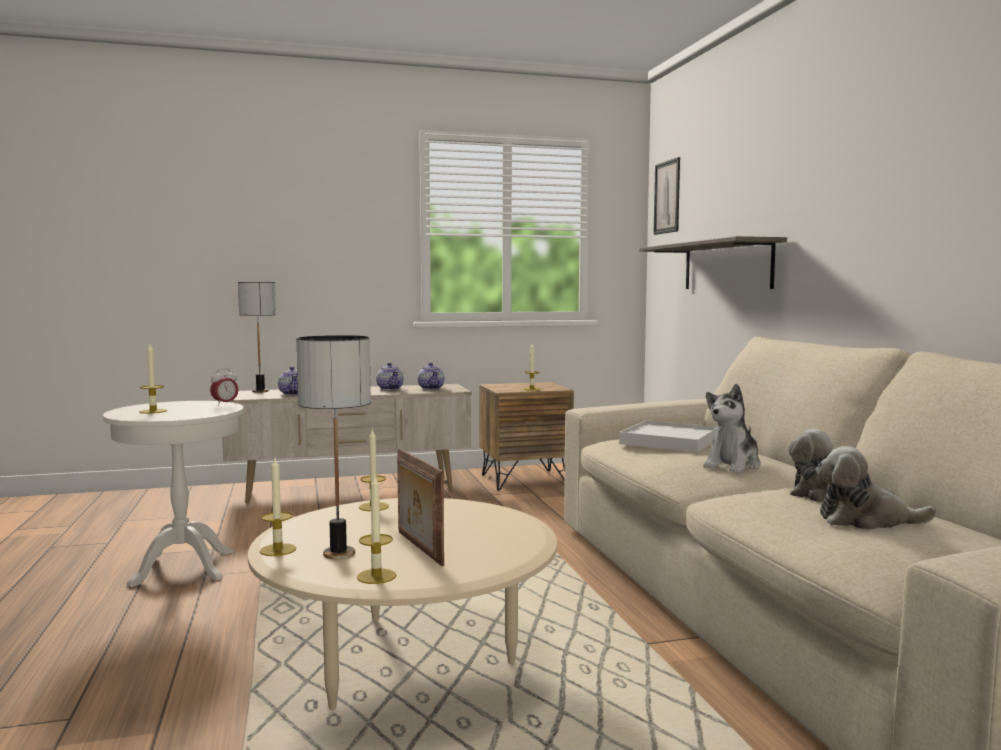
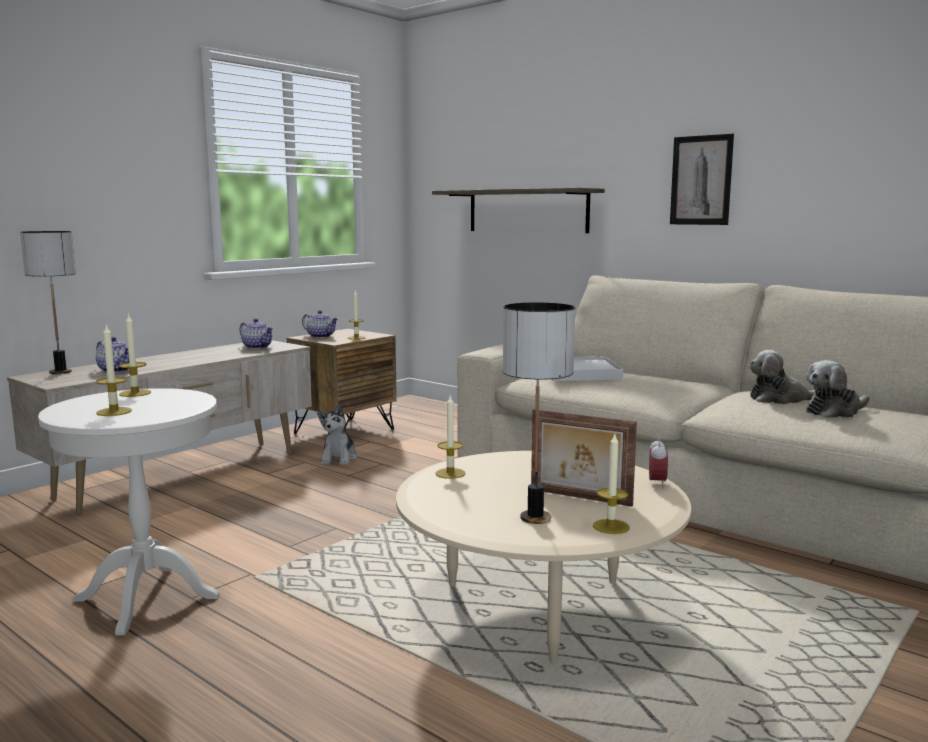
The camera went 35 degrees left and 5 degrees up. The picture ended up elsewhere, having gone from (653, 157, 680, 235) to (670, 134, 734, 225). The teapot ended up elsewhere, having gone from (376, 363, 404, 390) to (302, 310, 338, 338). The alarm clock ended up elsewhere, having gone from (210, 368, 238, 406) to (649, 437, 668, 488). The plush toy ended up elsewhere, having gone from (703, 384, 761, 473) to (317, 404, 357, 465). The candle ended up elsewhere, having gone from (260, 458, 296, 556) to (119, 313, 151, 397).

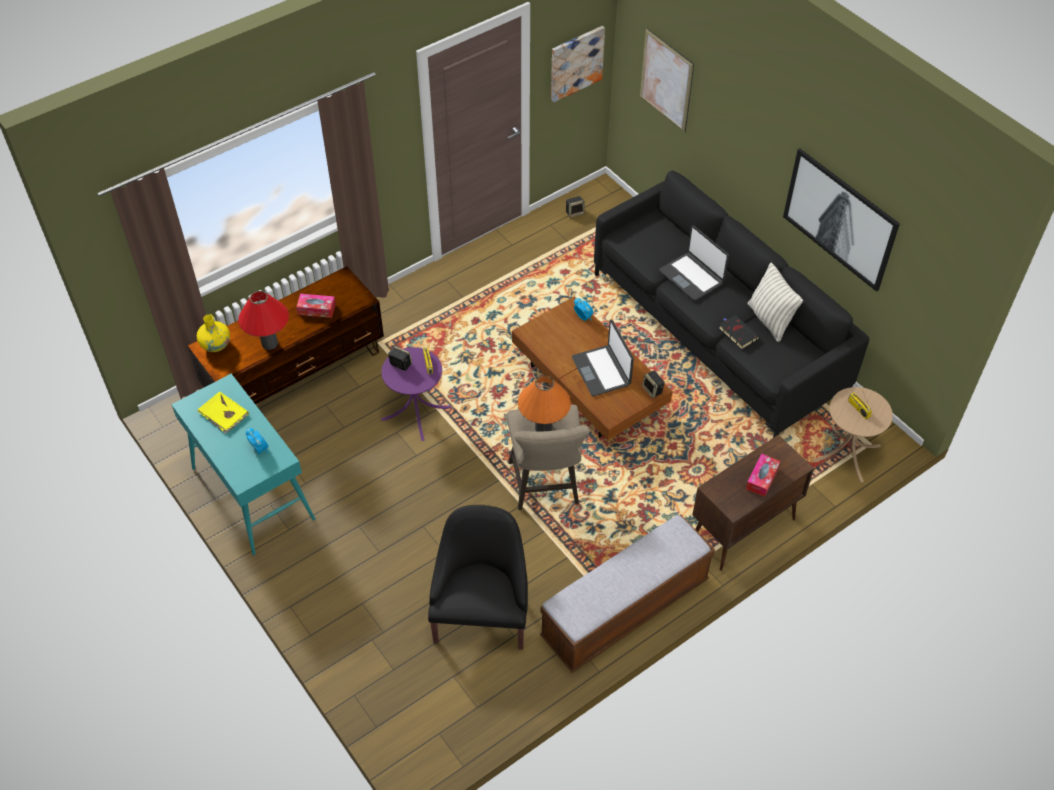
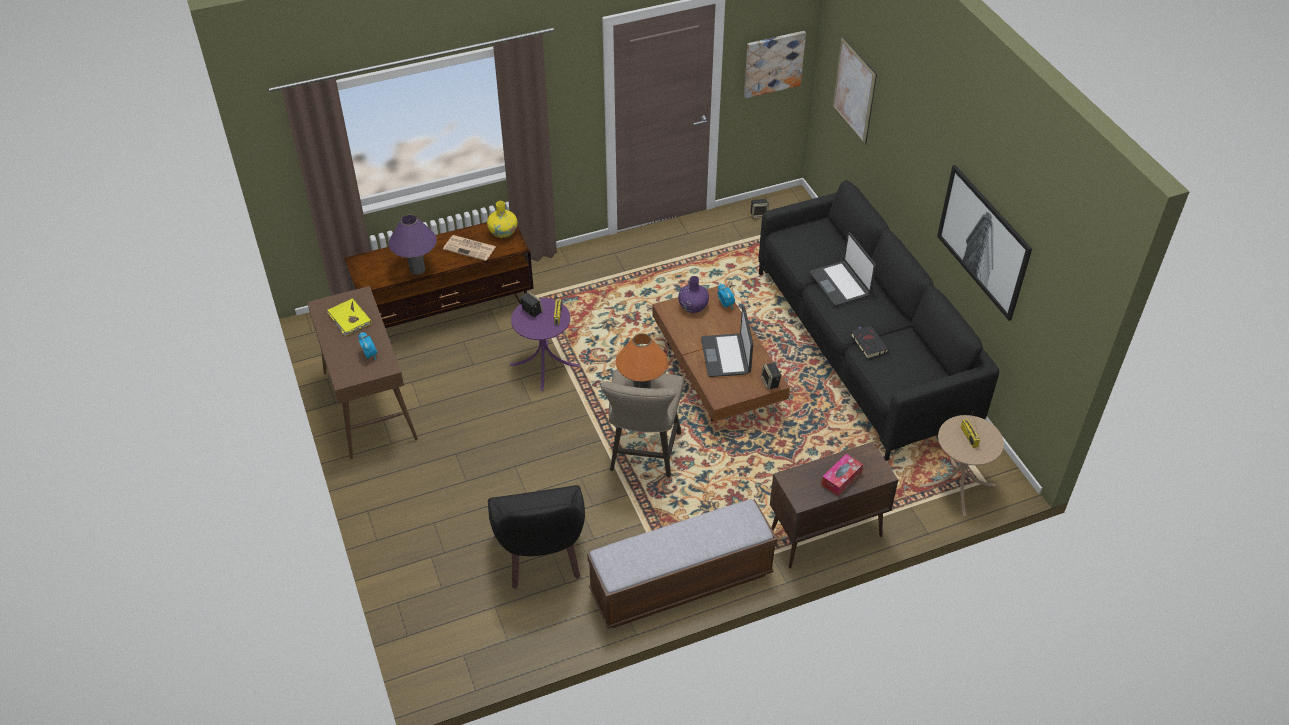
The camera went 15 degrees right and 5 degrees down. The second view lost the pillow at (748, 263, 803, 342). What was the table lamp in red at (238, 291, 289, 350) turned into the table lamp in purple at (389, 214, 437, 275). Where the tissue box stood at (296, 294, 336, 318), the newspaper came to stand at (443, 235, 496, 261). The vase in yellow ended up elsewhere, having gone from (197, 314, 230, 352) to (487, 201, 517, 238). What was the console table in turquoise at (171, 374, 315, 555) turned into the console table in brown at (307, 286, 418, 459). The armchair in black at (428, 505, 528, 650) ended up facing another way, 150 degrees clockwise from before. The second view gained the vase in purple at (678, 276, 709, 313).

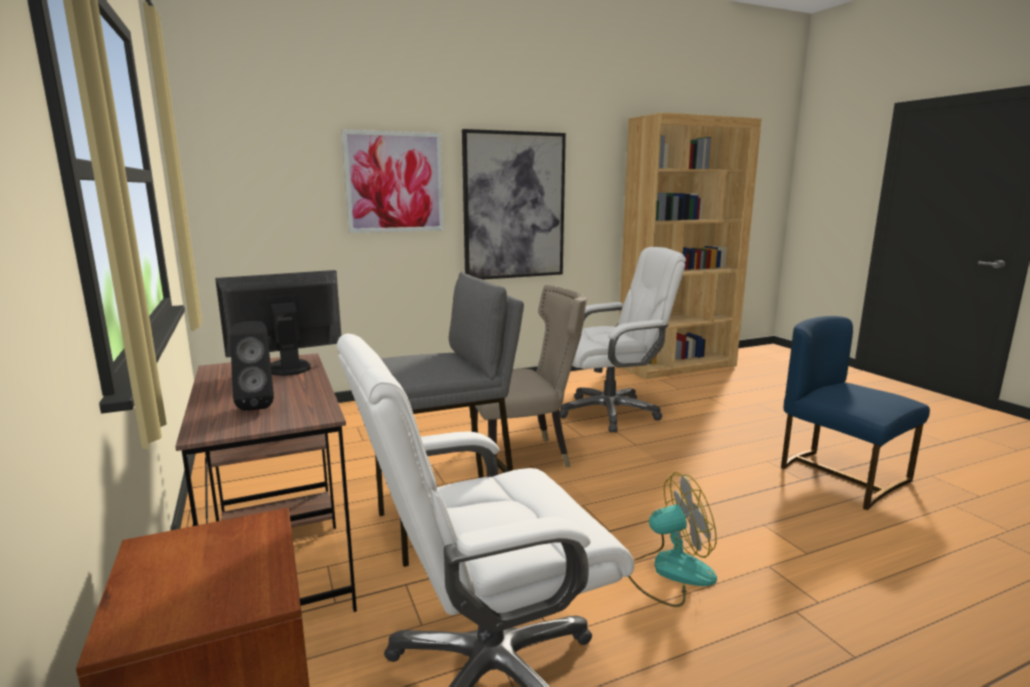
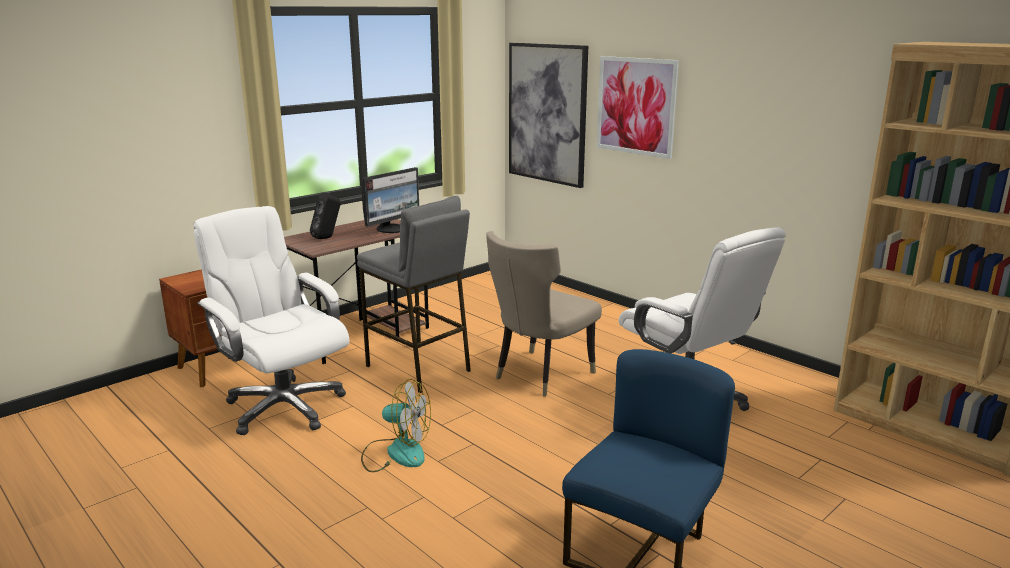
The camera went 70 degrees right and 5 degrees up. The picture ended up elsewhere, having gone from (462, 129, 566, 280) to (509, 43, 588, 188). The monitor at (215, 270, 342, 376) ended up facing another way, 90 degrees clockwise from before. The chair in beige at (471, 285, 587, 467) ended up facing another way, 75 degrees clockwise from before. The fan at (628, 472, 717, 607) ended up facing another way, 45 degrees counterclockwise from before.

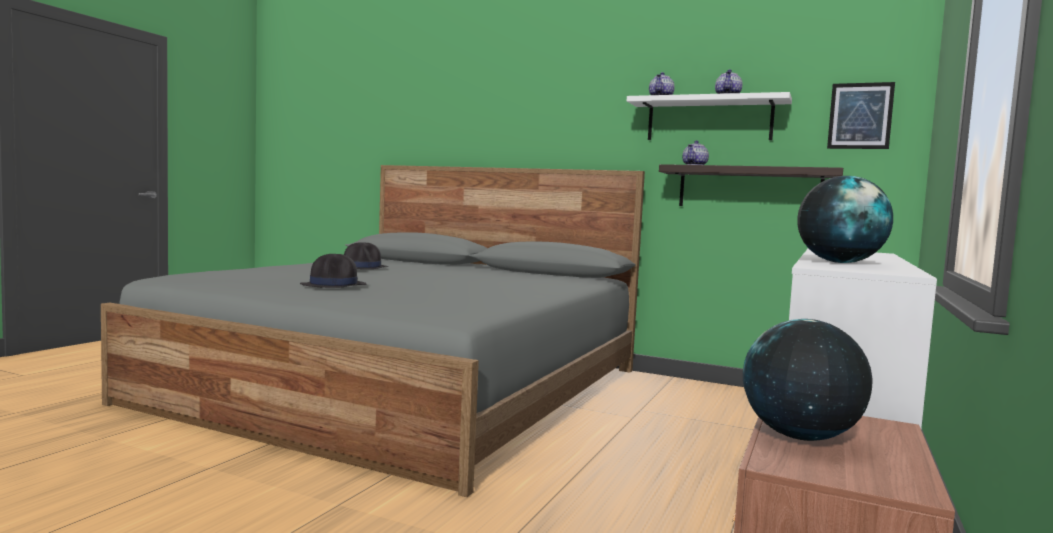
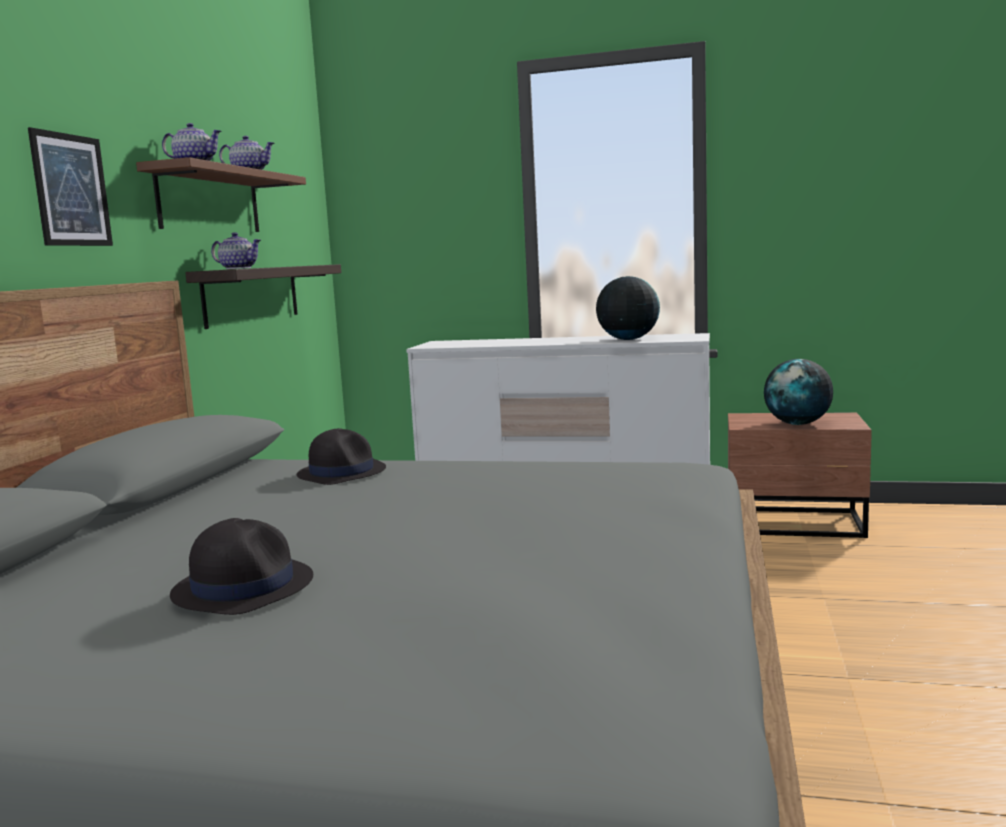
The camera went 100 degrees left and 5 degrees up. The picture ended up elsewhere, having gone from (827, 82, 895, 149) to (28, 127, 113, 246). What was the shelf in white at (627, 92, 792, 140) turned into the shelf in brown at (136, 157, 306, 232). The hat in black ended up elsewhere, having gone from (300, 254, 366, 288) to (297, 428, 386, 485).

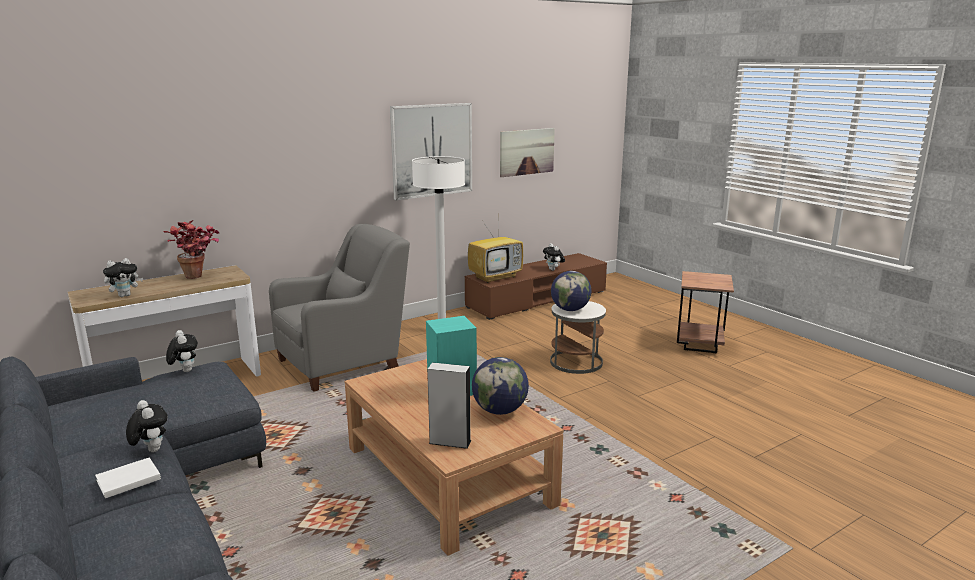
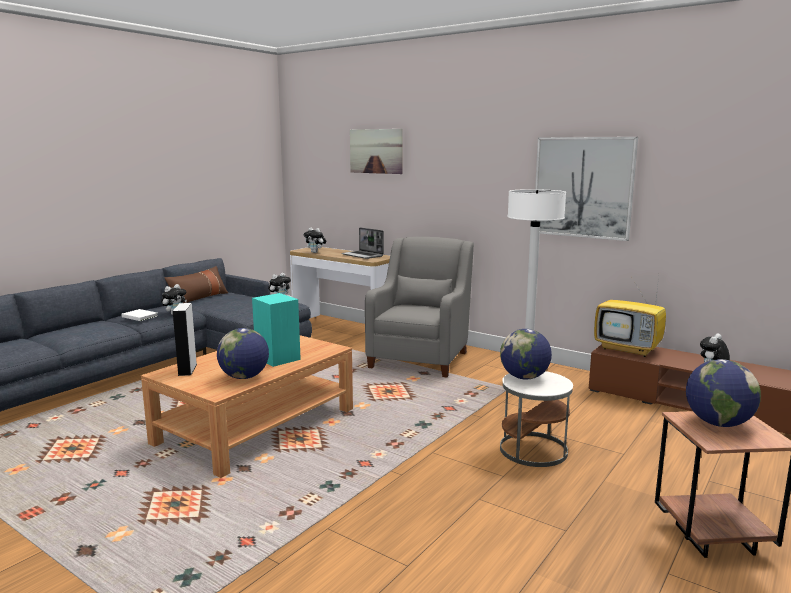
The camera went 70 degrees right and 5 degrees down. The picture ended up elsewhere, having gone from (500, 128, 555, 177) to (350, 129, 403, 174). Where the potted plant stood at (163, 220, 219, 279), the laptop came to stand at (342, 227, 384, 259). The armchair in grey at (269, 224, 410, 392) ended up facing another way, 105 degrees counterclockwise from before. The second view gained the pillow in brown at (164, 266, 228, 303). The second view gained the globe at (686, 359, 761, 427).

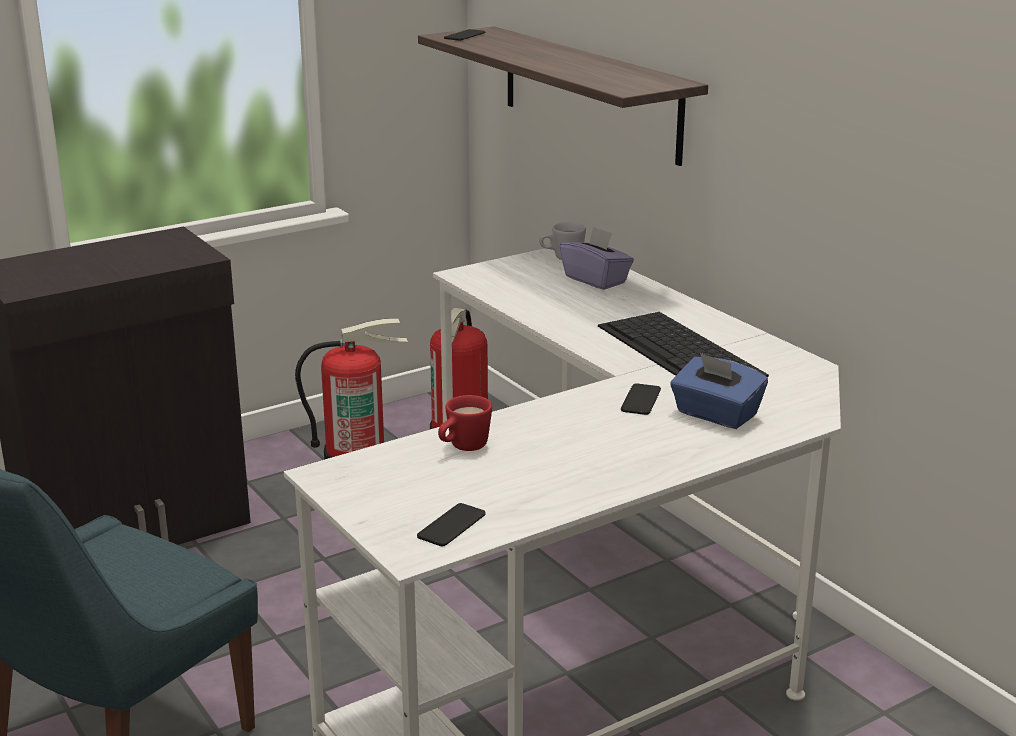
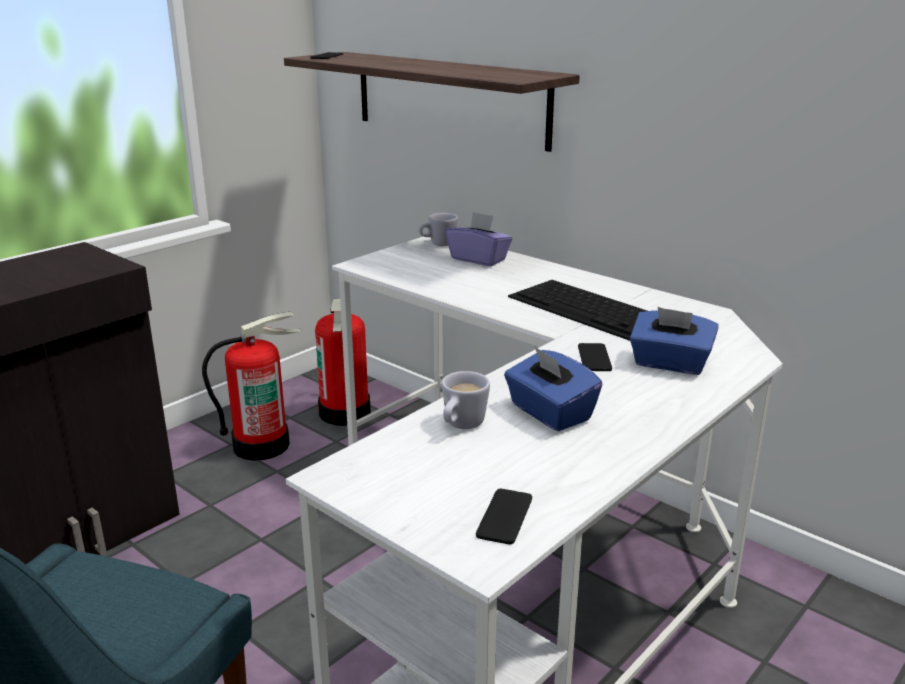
The camera went 15 degrees left and 0 degrees up. What was the mug in red at (438, 395, 492, 451) turned into the mug in white at (442, 371, 490, 429). The second view gained the tissue box in blue at (504, 346, 603, 431).

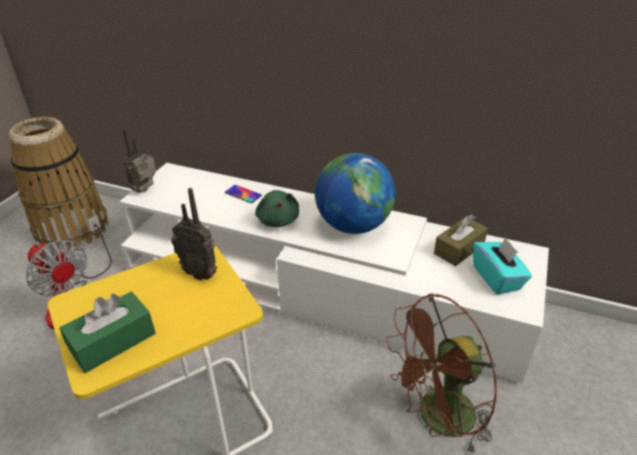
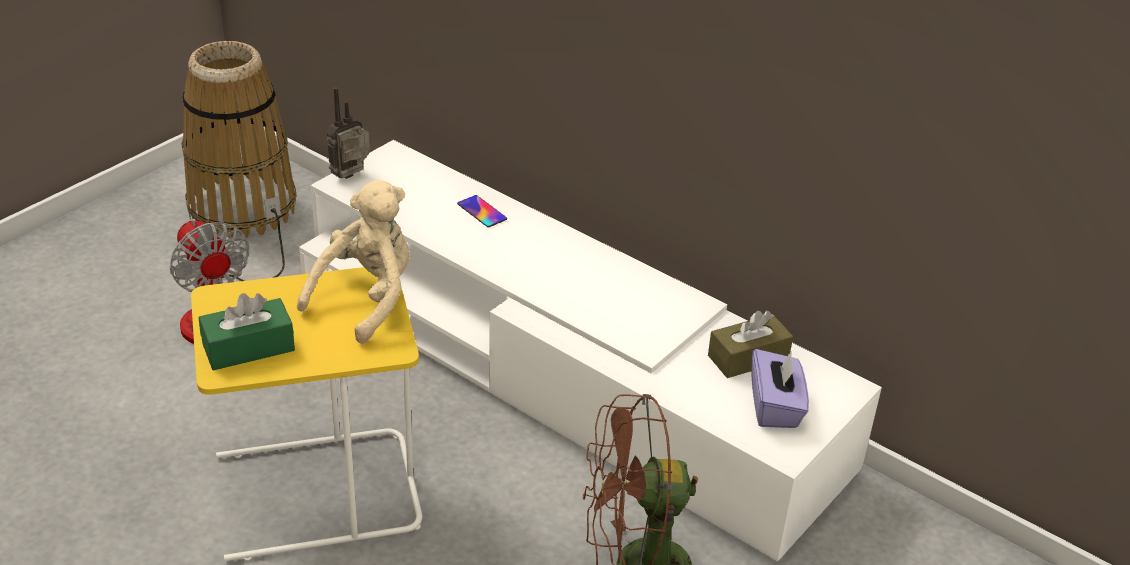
The camera went 15 degrees right and 0 degrees up. The second view lost the globe at (315, 153, 395, 234). Where the radio stood at (171, 188, 217, 281), the plush toy in beige came to stand at (297, 179, 410, 344). The second view lost the plush toy in green at (255, 190, 299, 227). What was the tissue box in turquoise at (473, 237, 532, 295) turned into the tissue box in purple at (752, 349, 809, 428).

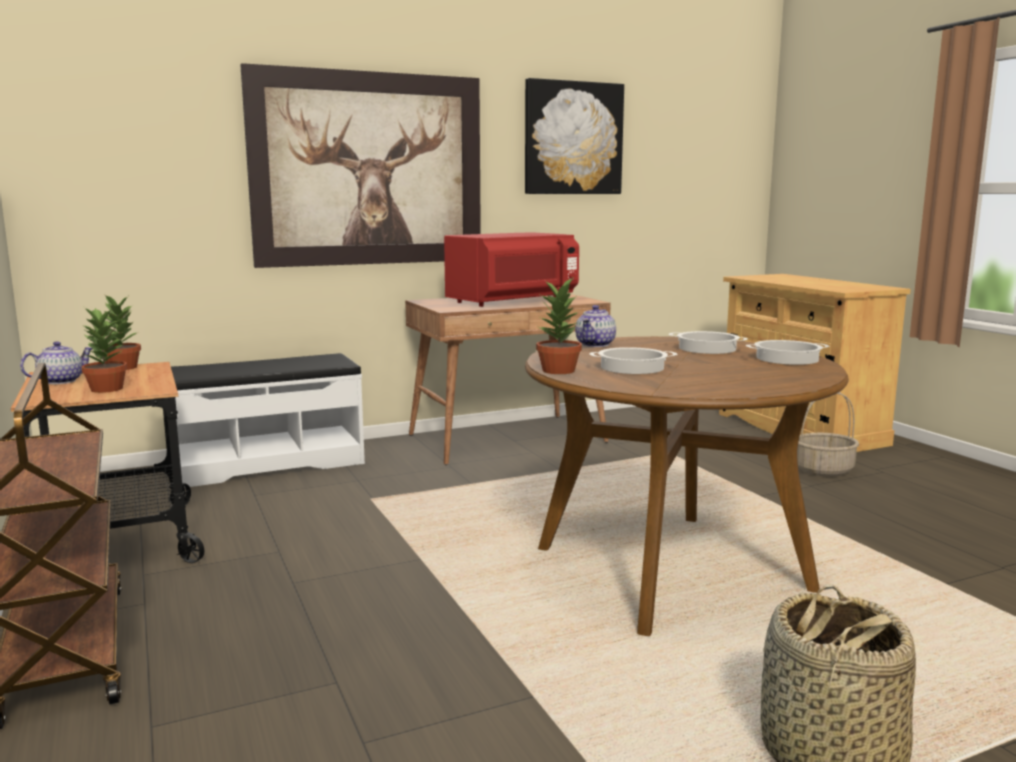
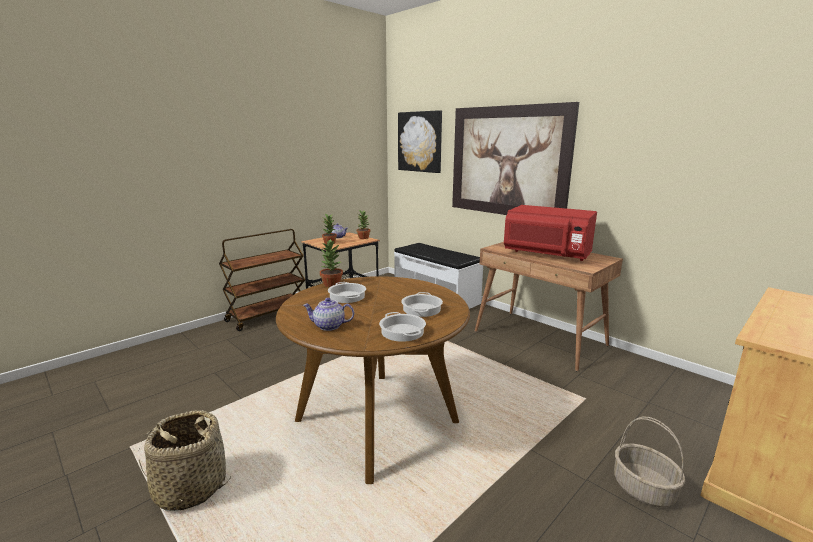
The camera went 70 degrees right and 5 degrees up. The picture ended up elsewhere, having gone from (525, 78, 624, 194) to (398, 110, 442, 173). The teapot ended up elsewhere, having gone from (575, 305, 616, 347) to (303, 298, 354, 331).

